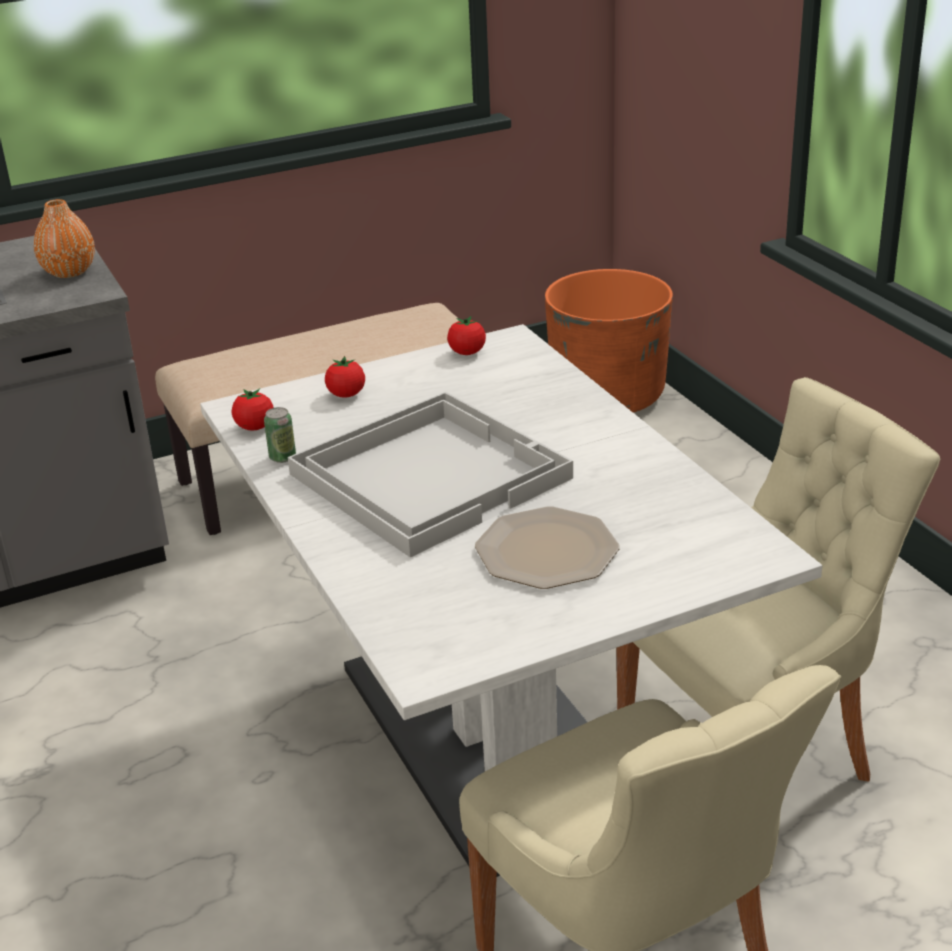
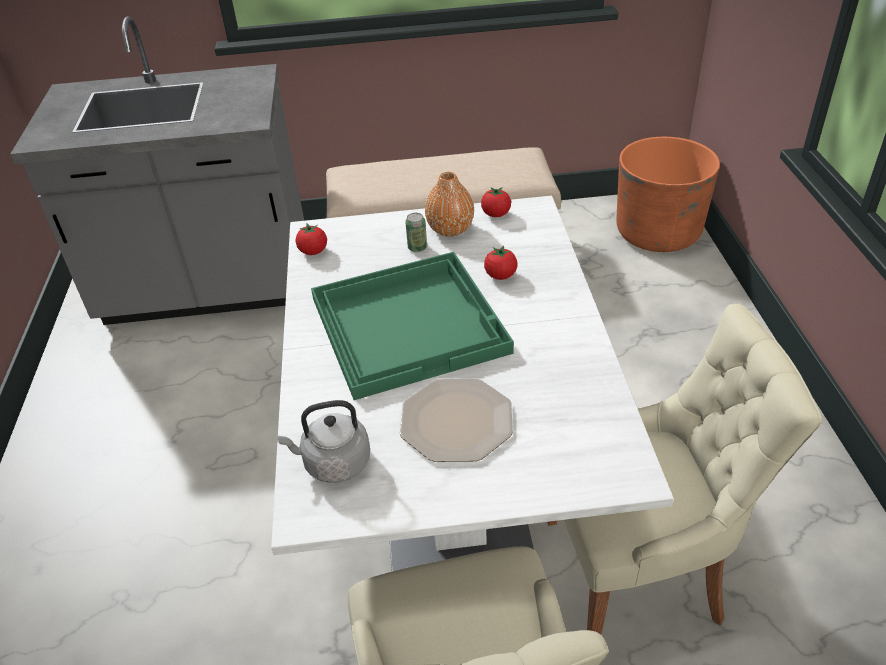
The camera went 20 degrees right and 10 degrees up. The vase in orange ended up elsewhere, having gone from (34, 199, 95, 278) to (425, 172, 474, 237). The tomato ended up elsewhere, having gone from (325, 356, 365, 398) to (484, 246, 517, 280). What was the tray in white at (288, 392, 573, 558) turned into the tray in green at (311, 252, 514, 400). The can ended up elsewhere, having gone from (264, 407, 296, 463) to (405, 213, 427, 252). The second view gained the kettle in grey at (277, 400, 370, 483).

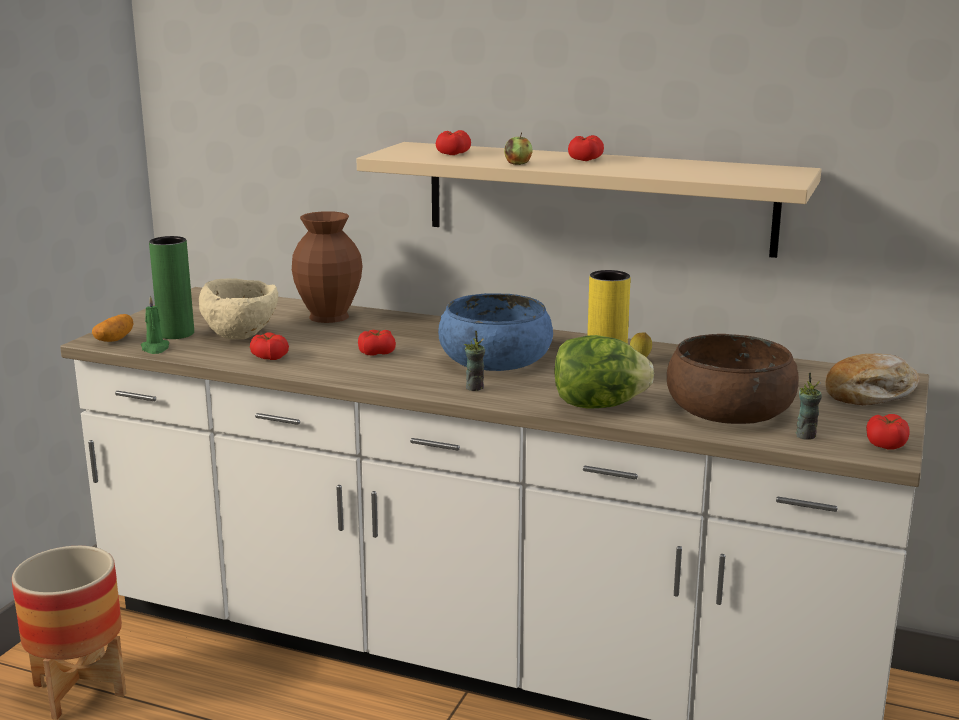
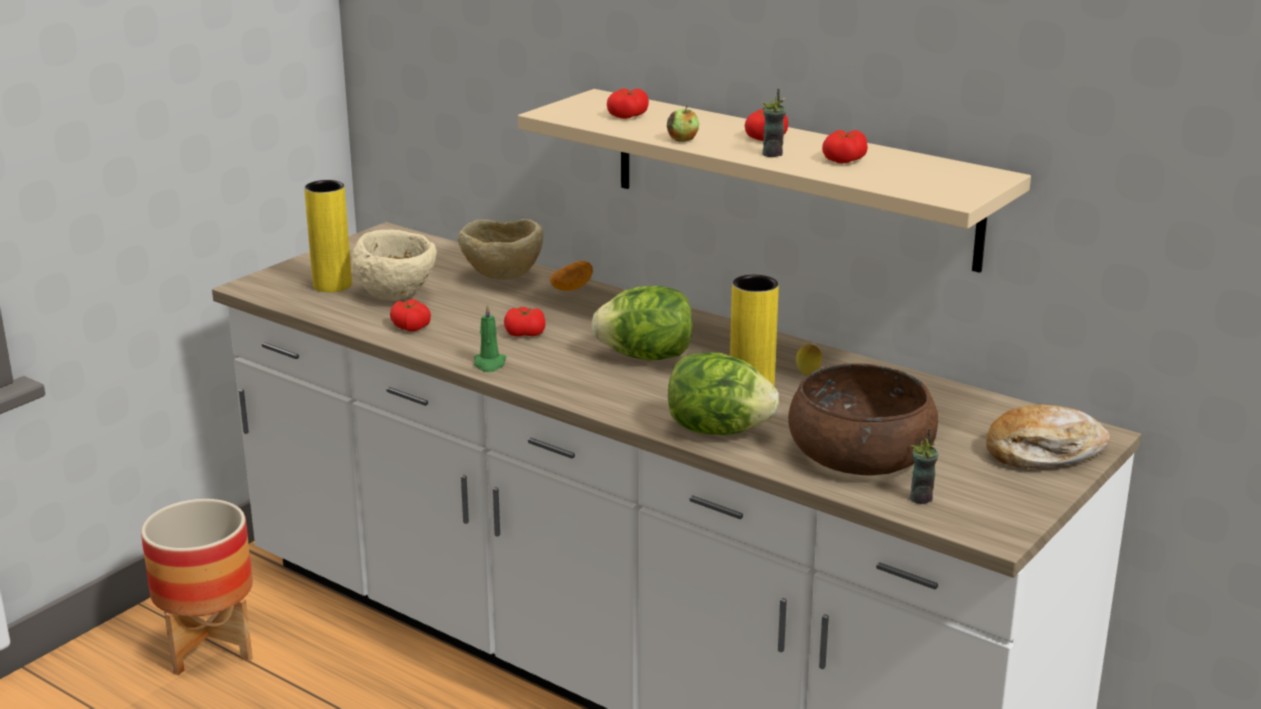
The camera went 15 degrees right and 5 degrees up. Where the vase in brown stood at (292, 211, 363, 323), the bowl in beige came to stand at (458, 219, 543, 280). What was the vase in green at (149, 236, 194, 339) turned into the vase in yellow at (304, 180, 352, 292). Where the bowl in blue stood at (438, 293, 553, 371), the lettuce came to stand at (591, 286, 693, 361). The candle in green ended up elsewhere, having gone from (141, 296, 170, 354) to (474, 304, 507, 372). The potato ended up elsewhere, having gone from (92, 314, 134, 342) to (550, 261, 593, 291). The cup ended up elsewhere, having gone from (464, 331, 485, 391) to (762, 89, 786, 157). The tomato ended up elsewhere, having gone from (866, 414, 910, 449) to (822, 130, 868, 164).

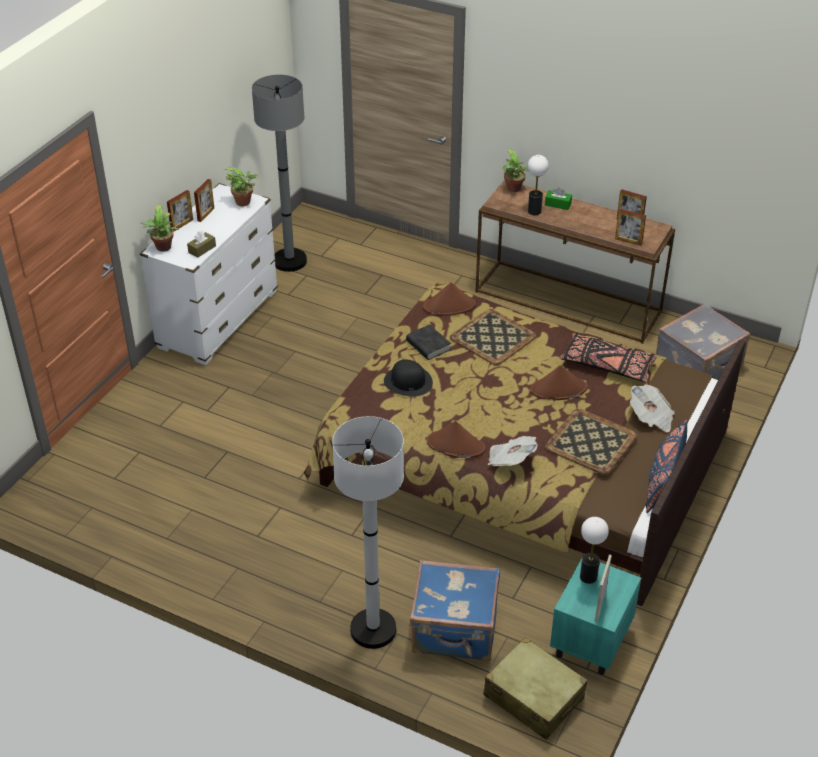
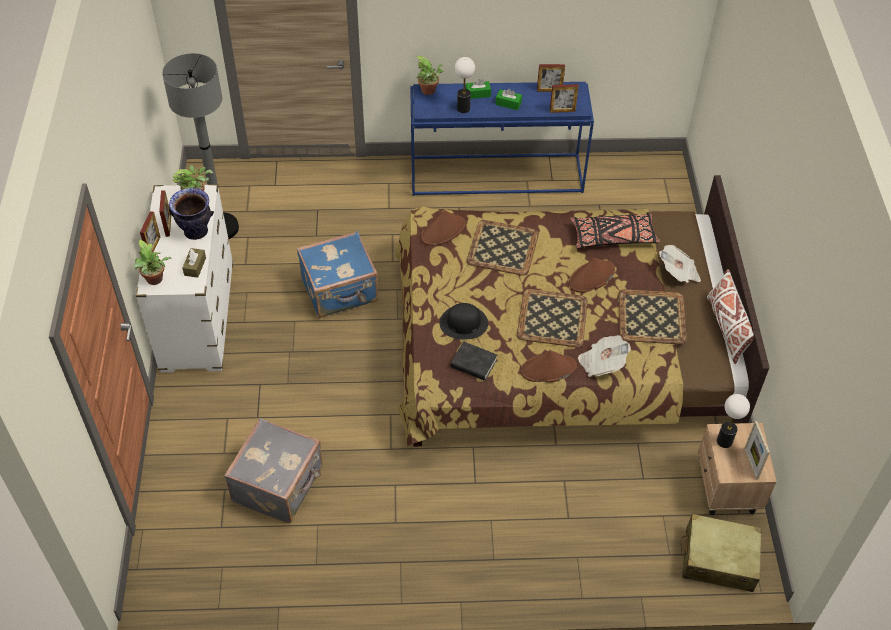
The camera went 30 degrees left and 10 degrees up. What was the console table in brown at (476, 180, 675, 344) turned into the console table in blue at (410, 82, 594, 196). The suitcase in grey ended up elsewhere, having gone from (656, 303, 750, 380) to (224, 418, 323, 523). The book in black ended up elsewhere, having gone from (406, 324, 451, 360) to (451, 341, 497, 381). The second view lost the floor lamp in white at (332, 416, 404, 649). What was the pillow in blue at (646, 420, 688, 513) turned into the pillow in white at (707, 269, 754, 364). What was the nightstand in turquoise at (550, 559, 641, 675) turned into the nightstand in beige at (698, 423, 777, 515). The suitcase in blue ended up elsewhere, having gone from (410, 560, 500, 661) to (297, 231, 378, 318). The second view gained the tissue box in green at (495, 89, 522, 110). The second view gained the vase at (169, 188, 214, 240). The second view gained the tray at (517, 289, 588, 347).

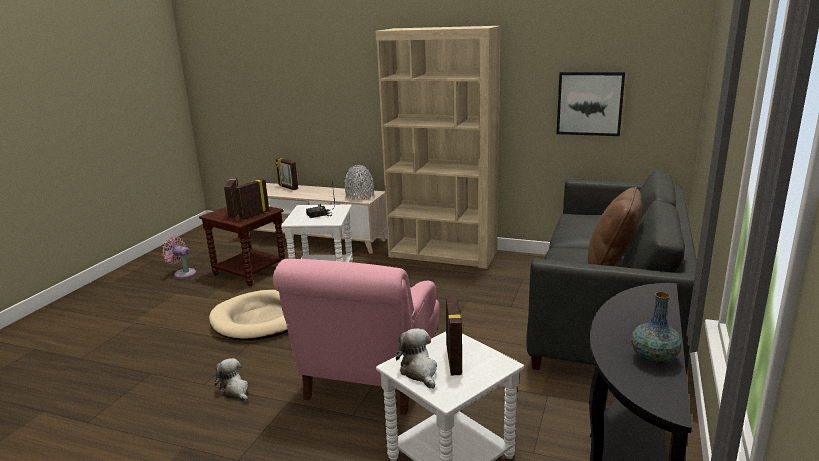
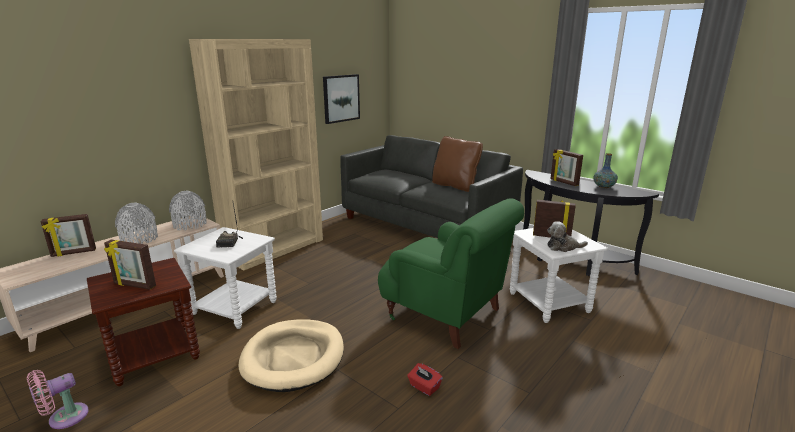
The camera went 70 degrees left and 0 degrees up. The picture frame ended up elsewhere, having gone from (235, 179, 269, 220) to (550, 149, 583, 186). What was the armchair in pink at (273, 259, 440, 415) turned into the armchair in green at (378, 198, 524, 349). Where the plush toy stood at (214, 358, 248, 402), the tissue box in red came to stand at (407, 363, 443, 396). The second view gained the vase in grey at (115, 203, 158, 244).

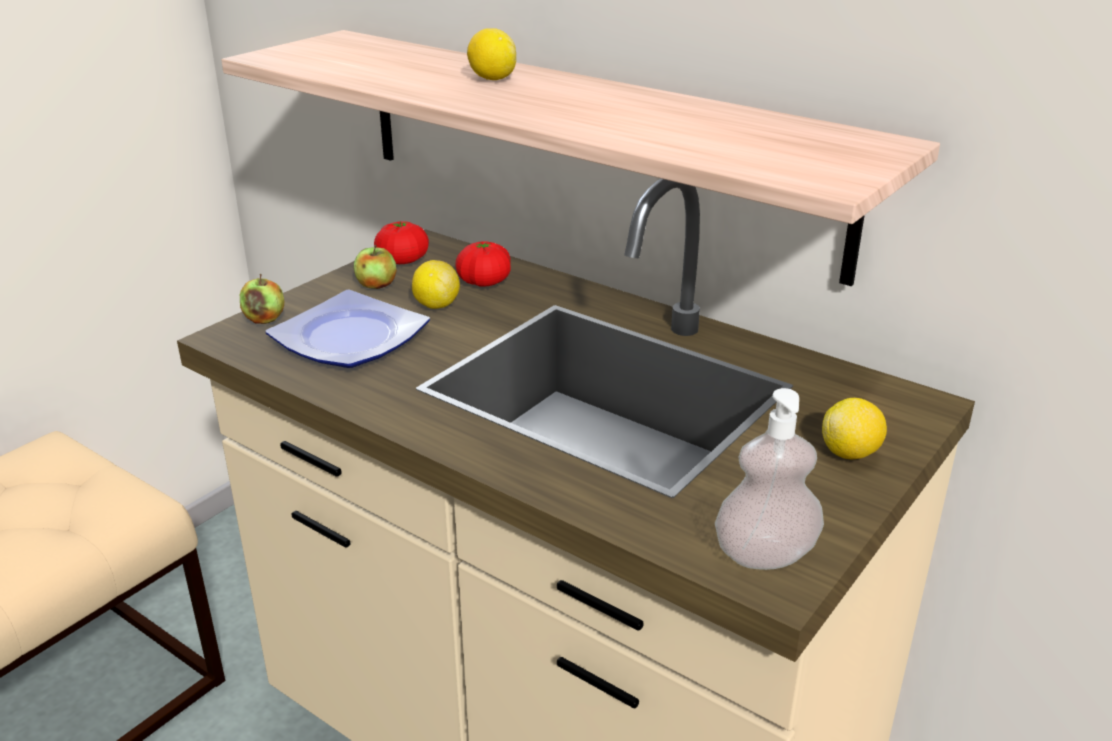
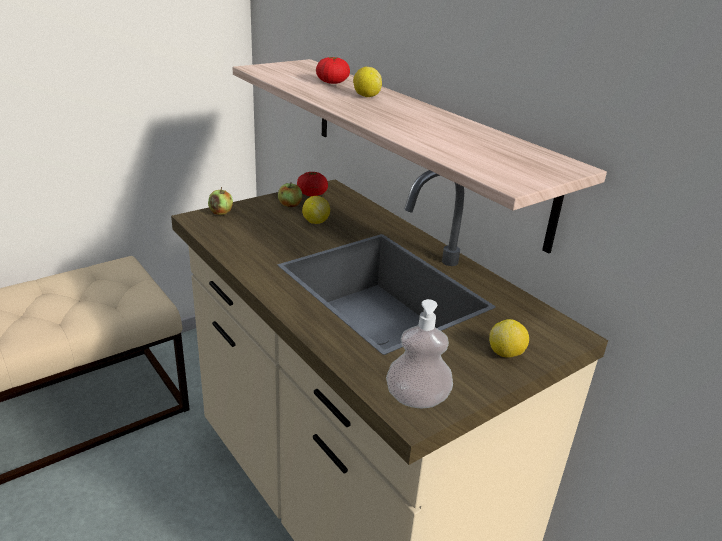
The camera went 15 degrees right and 0 degrees up. The tomato ended up elsewhere, having gone from (455, 241, 511, 287) to (316, 57, 350, 84). The second view lost the plate at (266, 290, 430, 368).

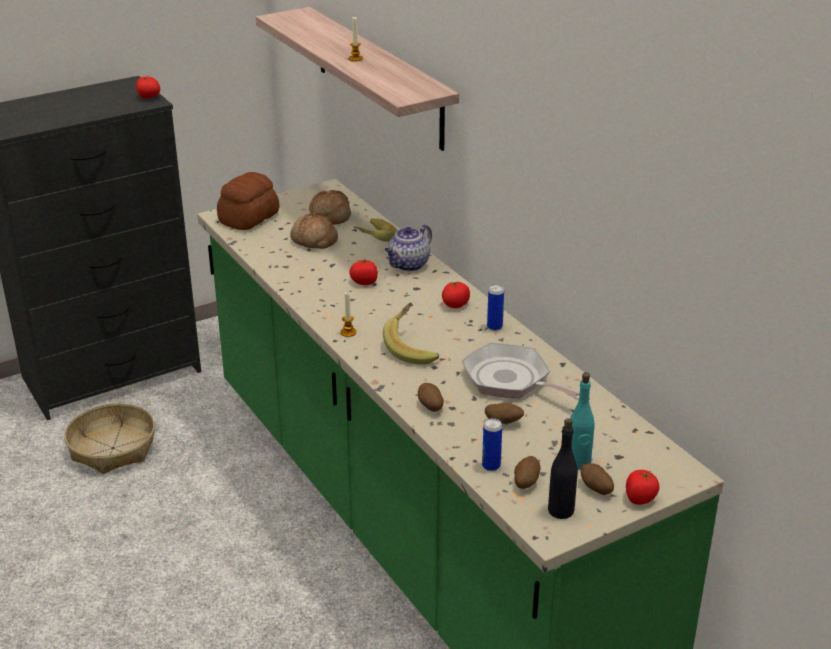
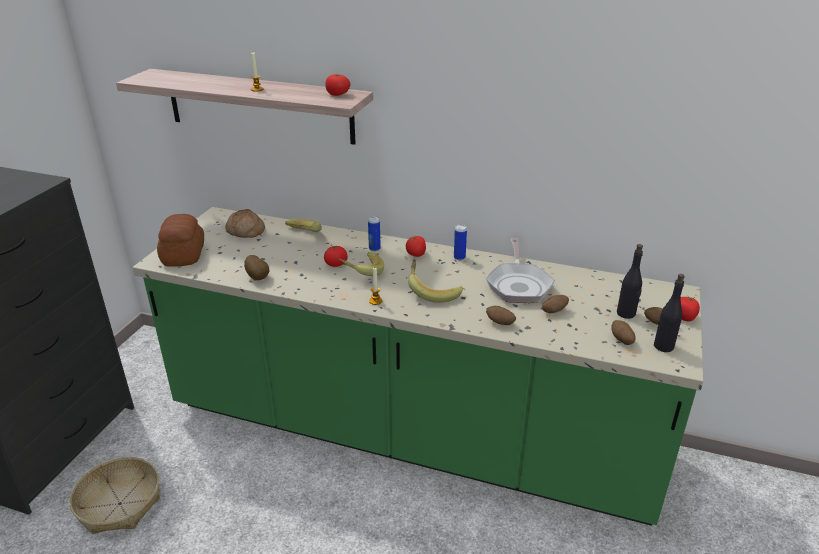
The camera went 40 degrees left and 0 degrees up. The tomato ended up elsewhere, having gone from (136, 76, 160, 98) to (325, 74, 350, 96). The second view lost the bread at (290, 213, 338, 249). The second view lost the teapot at (385, 225, 432, 271). The frying pan at (462, 343, 590, 401) ended up facing another way, 90 degrees counterclockwise from before. What was the bottle in turquoise at (570, 372, 595, 469) turned into the bottle in black at (617, 244, 643, 319). The can ended up elsewhere, having gone from (482, 418, 502, 471) to (368, 216, 381, 251). The second view gained the banana at (339, 252, 384, 276). The second view gained the potato at (244, 255, 269, 280).

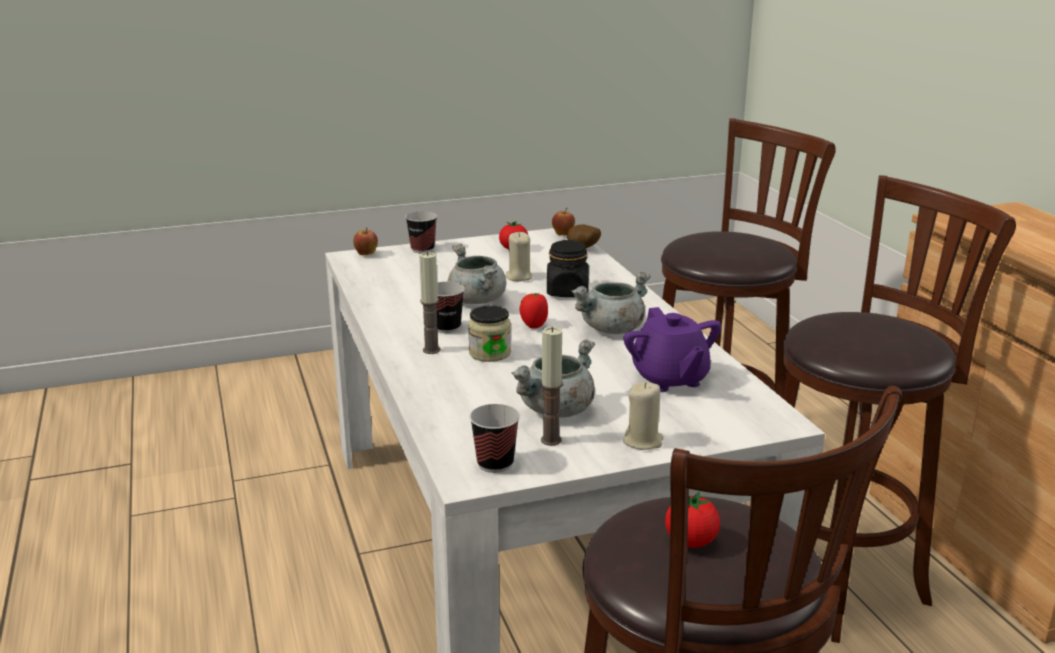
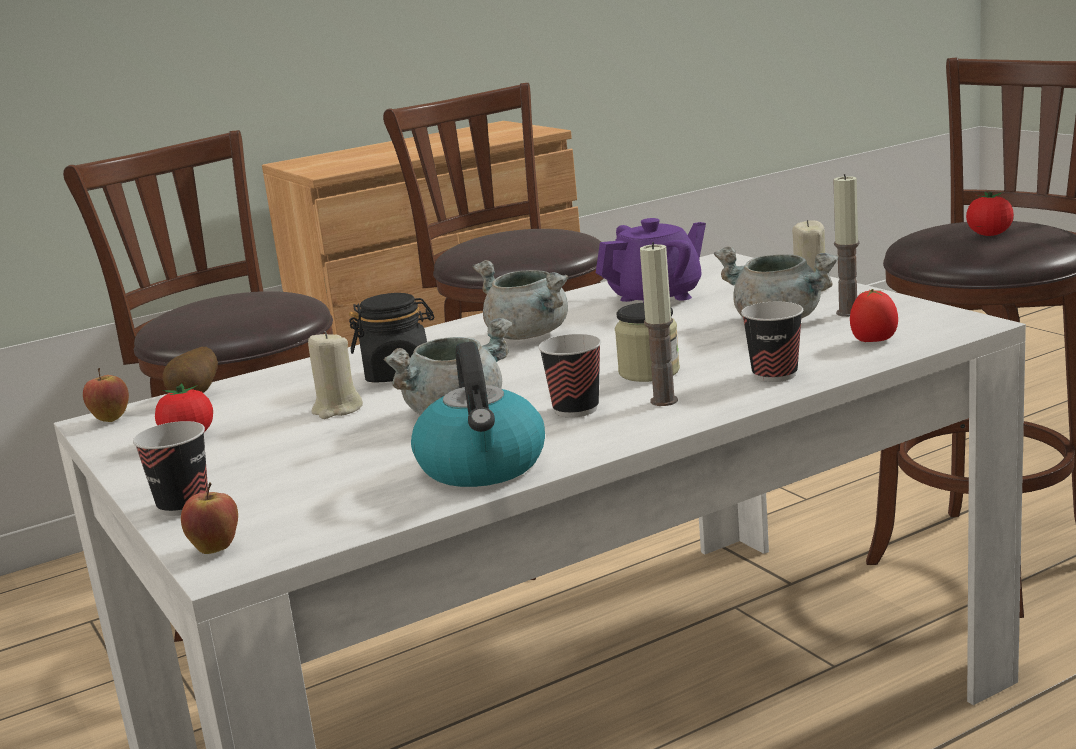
The camera went 100 degrees left and 5 degrees down. The tomato ended up elsewhere, having gone from (519, 293, 548, 329) to (850, 289, 898, 342). The cup ended up elsewhere, having gone from (470, 404, 520, 473) to (741, 302, 803, 382). The second view gained the kettle at (411, 342, 545, 487).

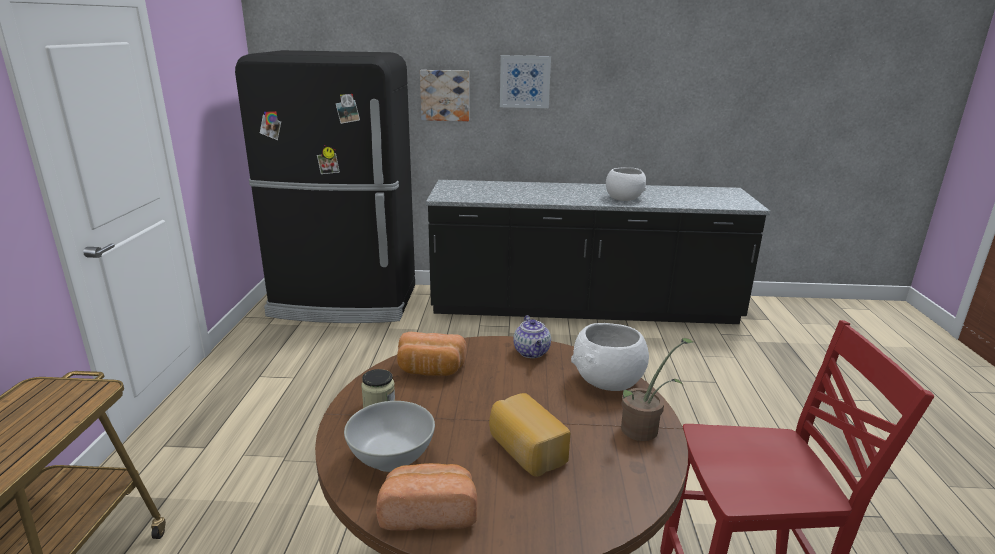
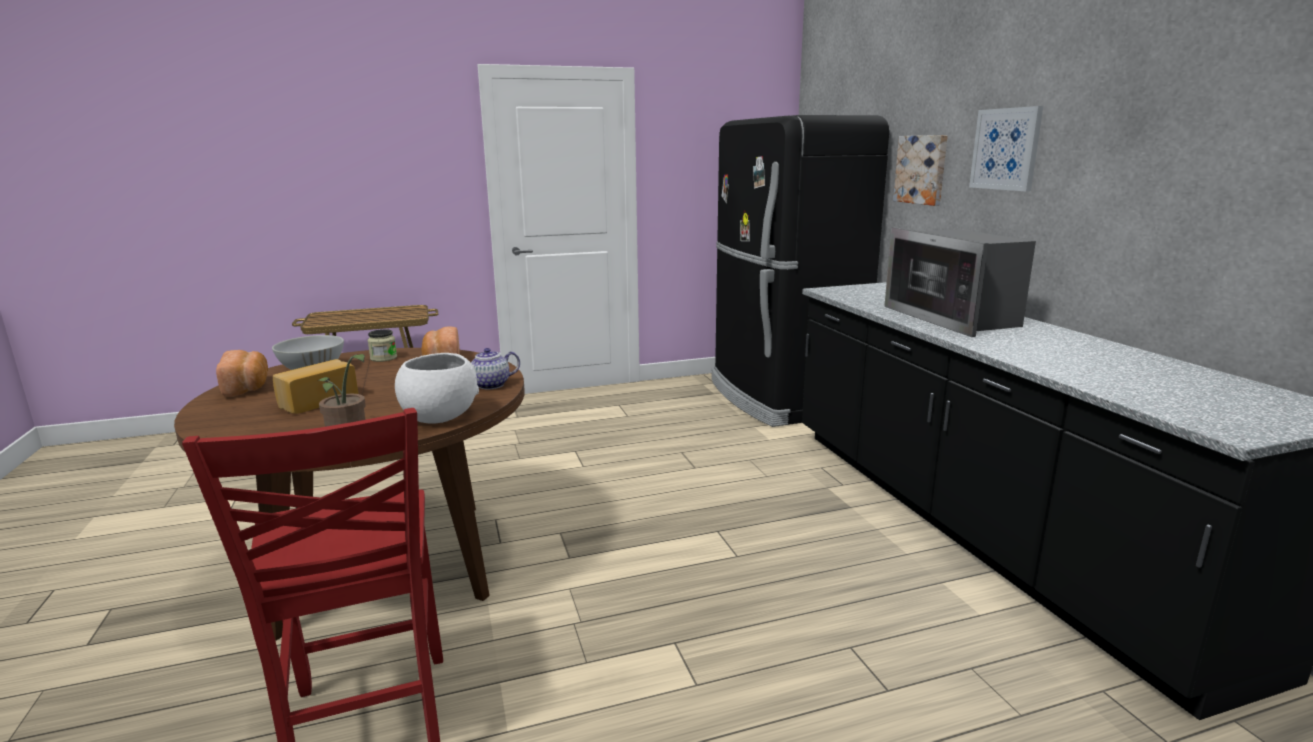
The camera went 70 degrees right and 5 degrees down. The second view lost the bowl in white at (606, 167, 646, 201). The second view gained the microwave at (884, 227, 1036, 337).

